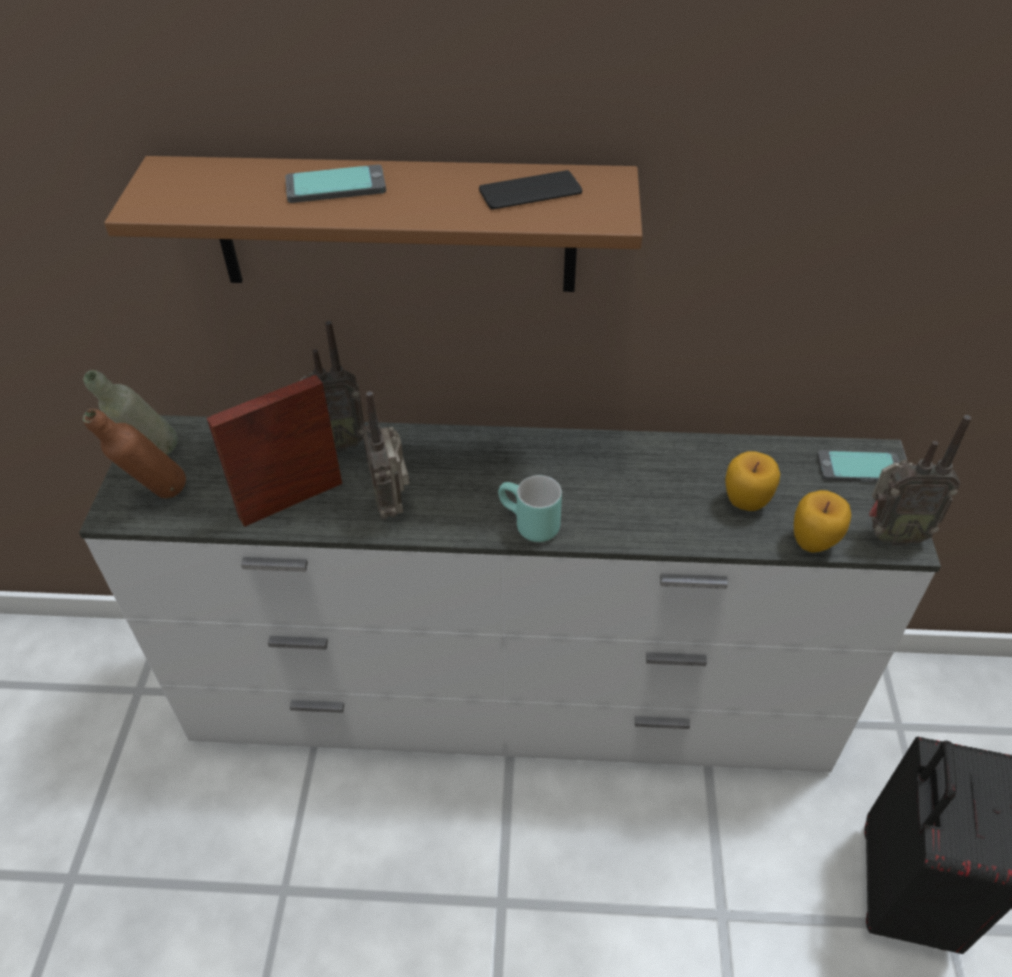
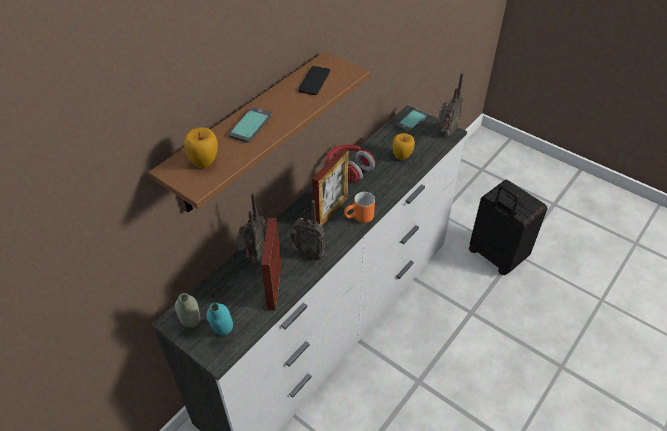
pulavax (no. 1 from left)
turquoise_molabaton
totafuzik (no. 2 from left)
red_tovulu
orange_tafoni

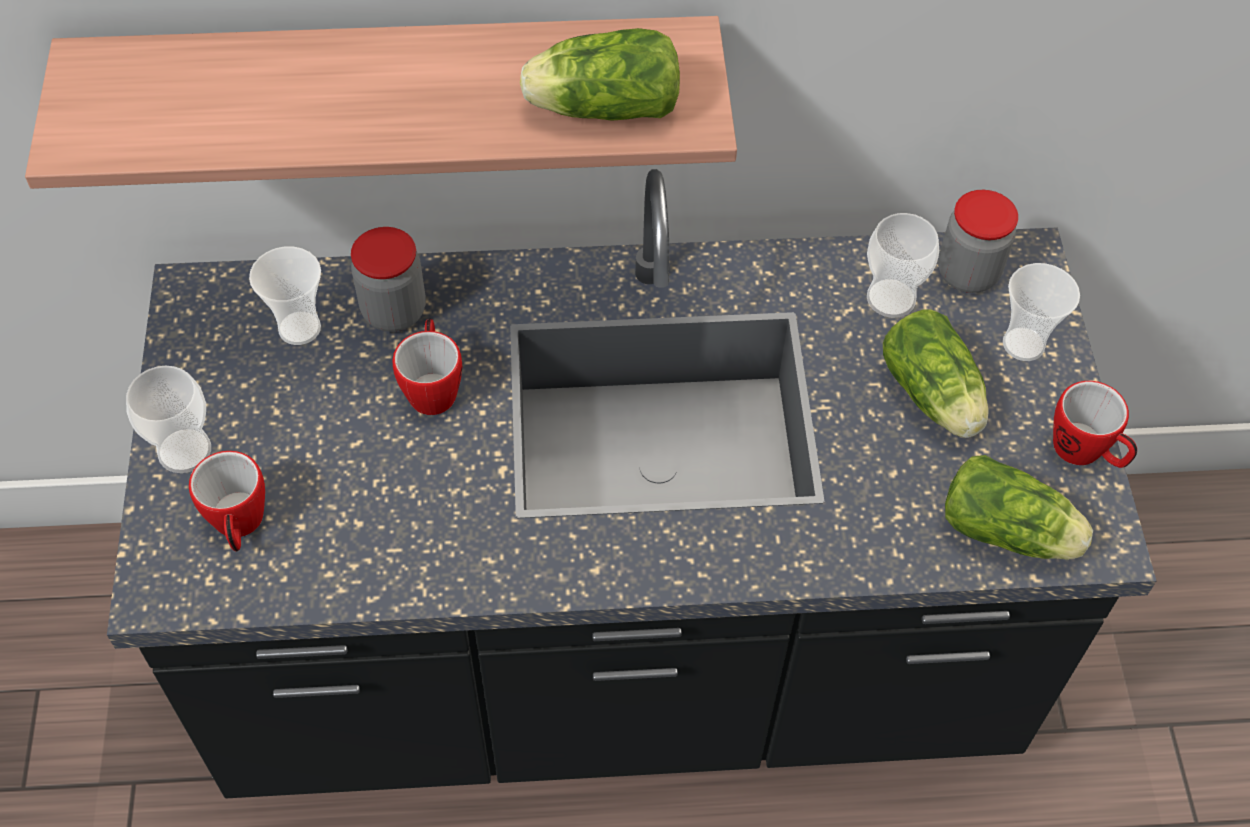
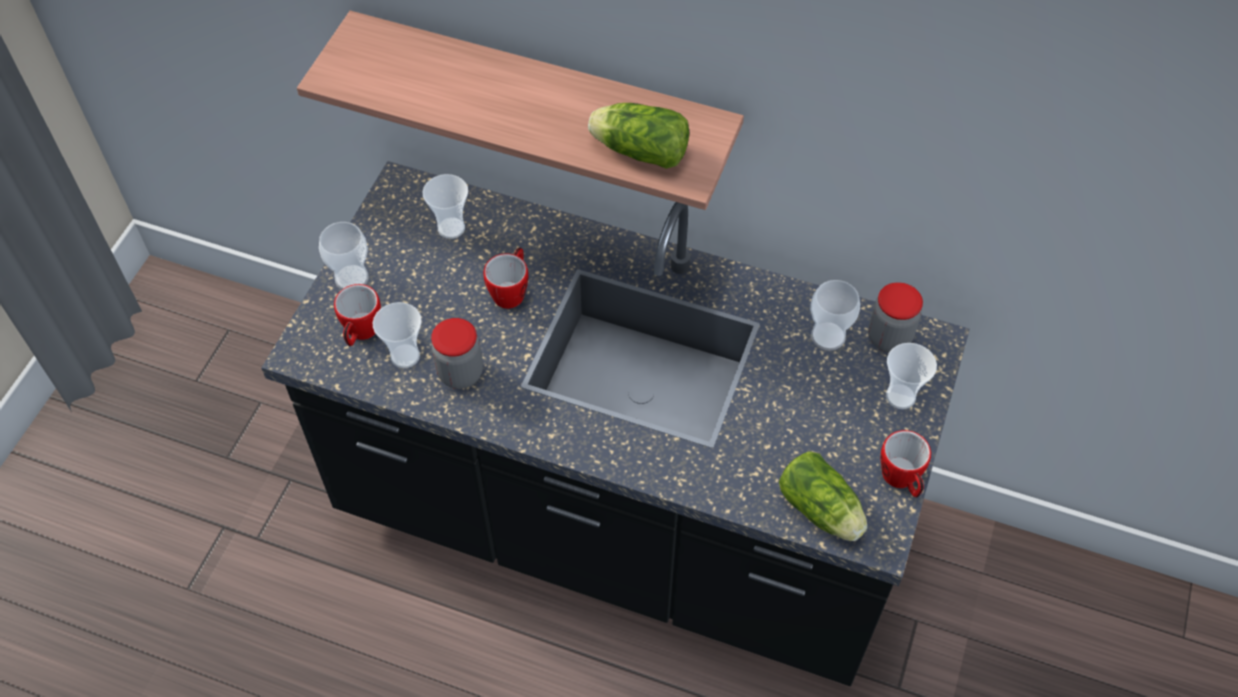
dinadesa (no. 2 from left)
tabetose (no. 1 from left)
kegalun (no. 2 from left in the first image)

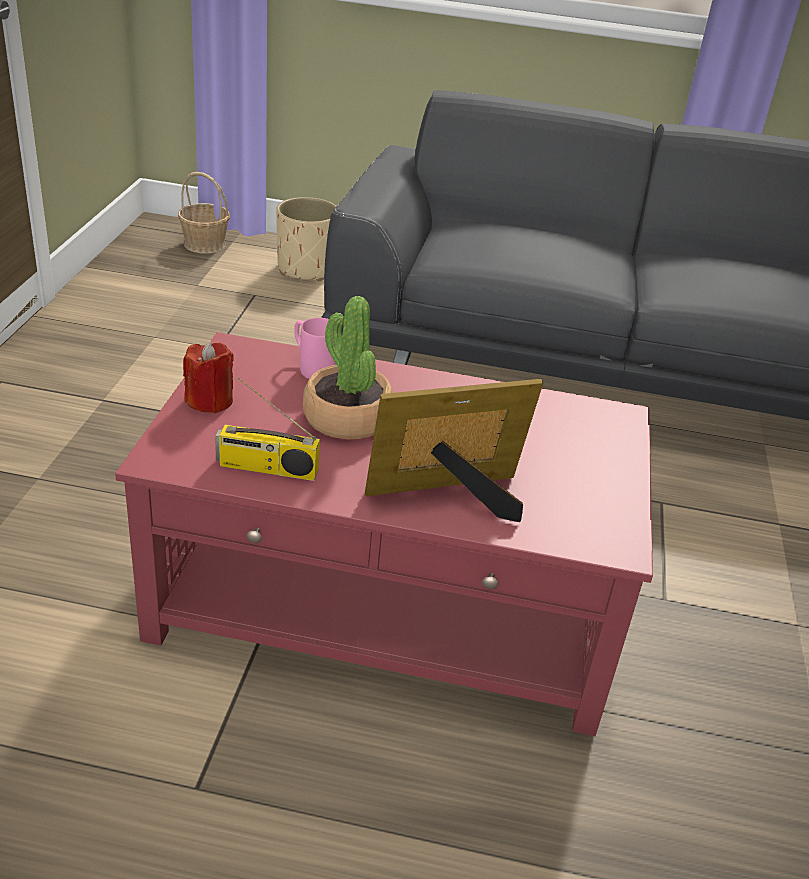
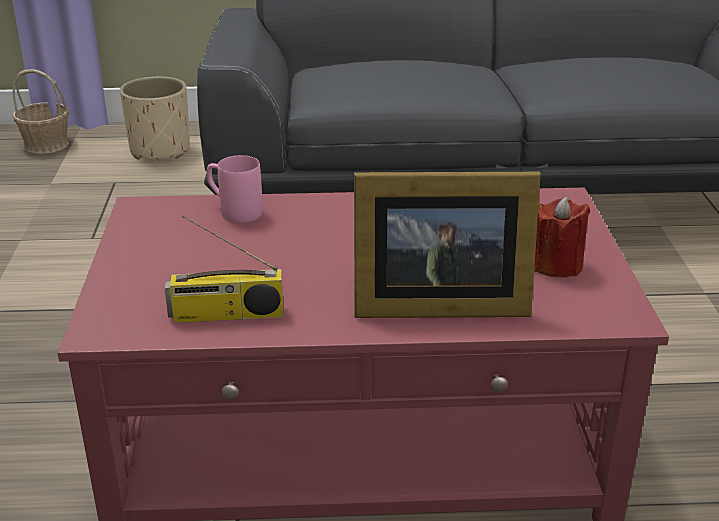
totafuzik
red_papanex
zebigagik

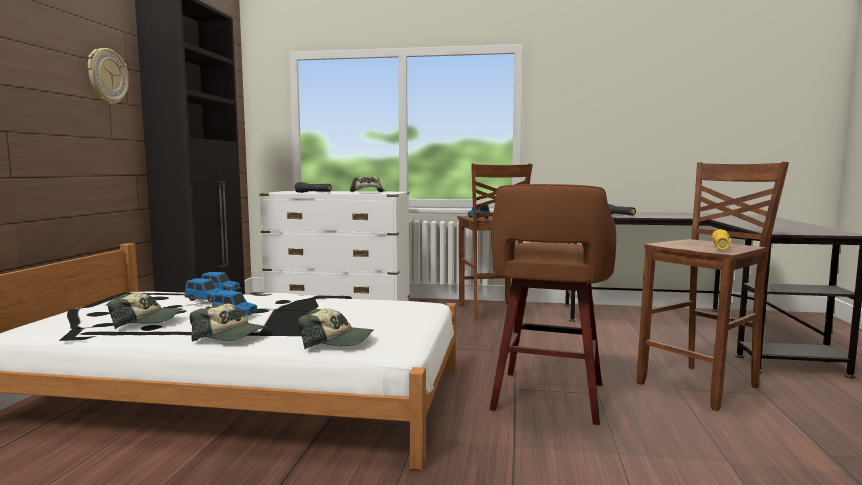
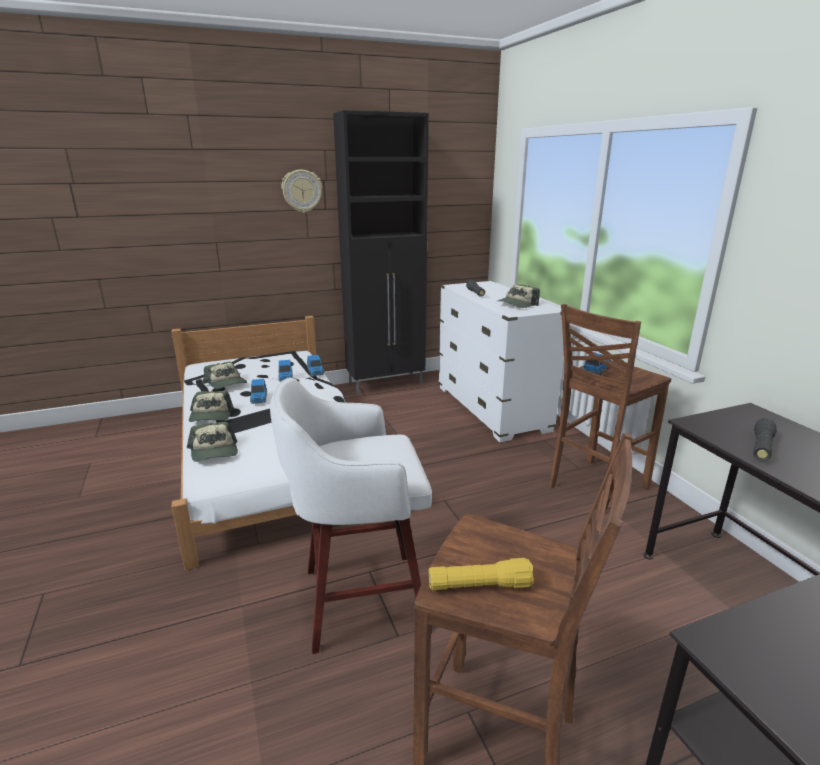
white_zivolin

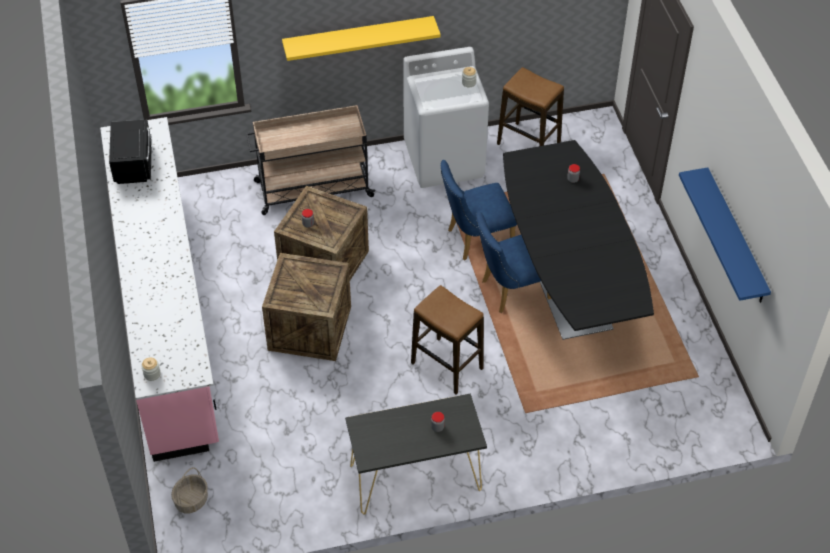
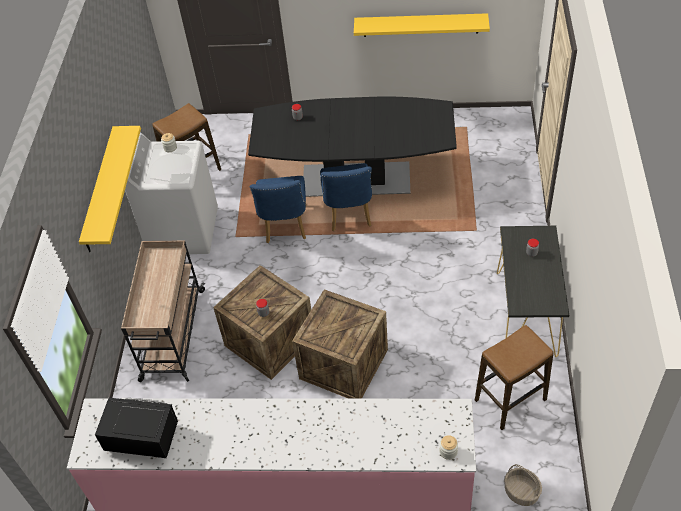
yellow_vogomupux (no. 2 from left)
zivolin (no. 2 from left)

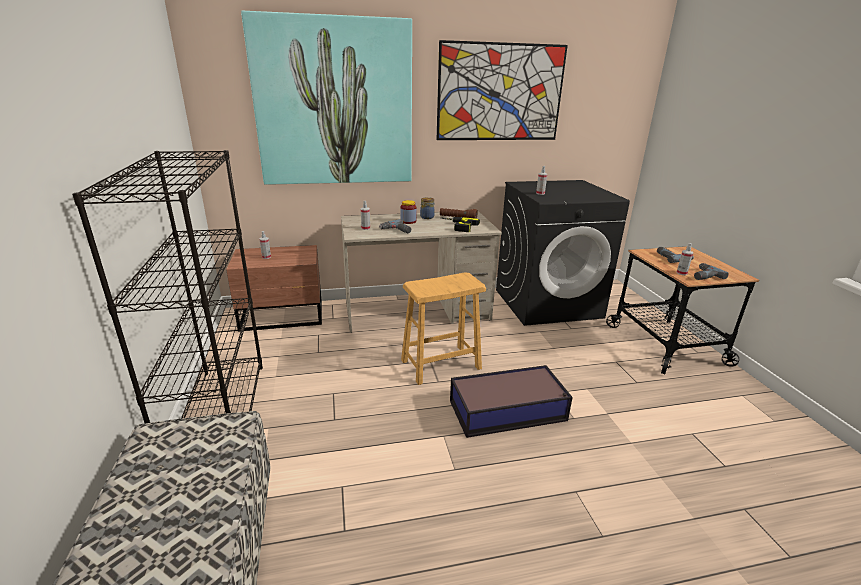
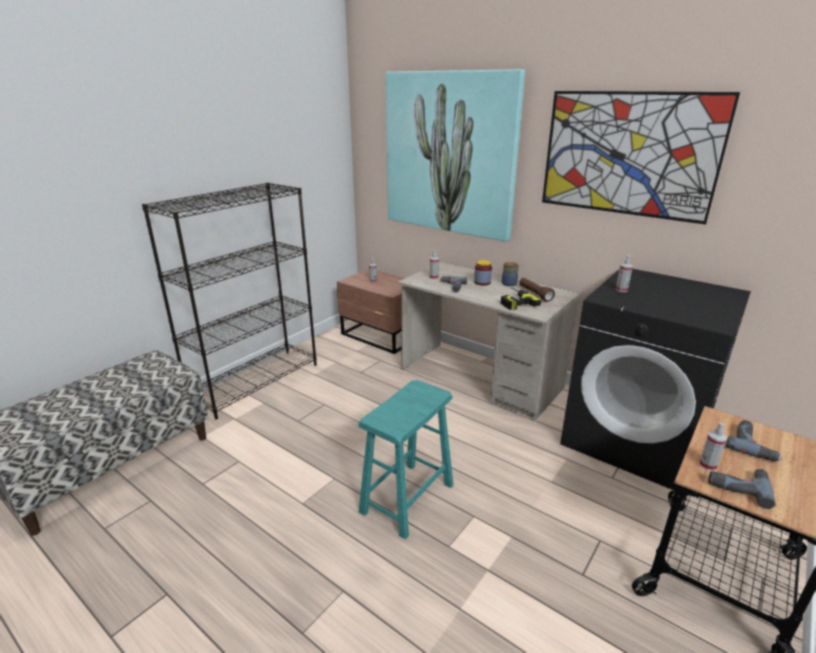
turquoise_zivolin
brown_zivolin

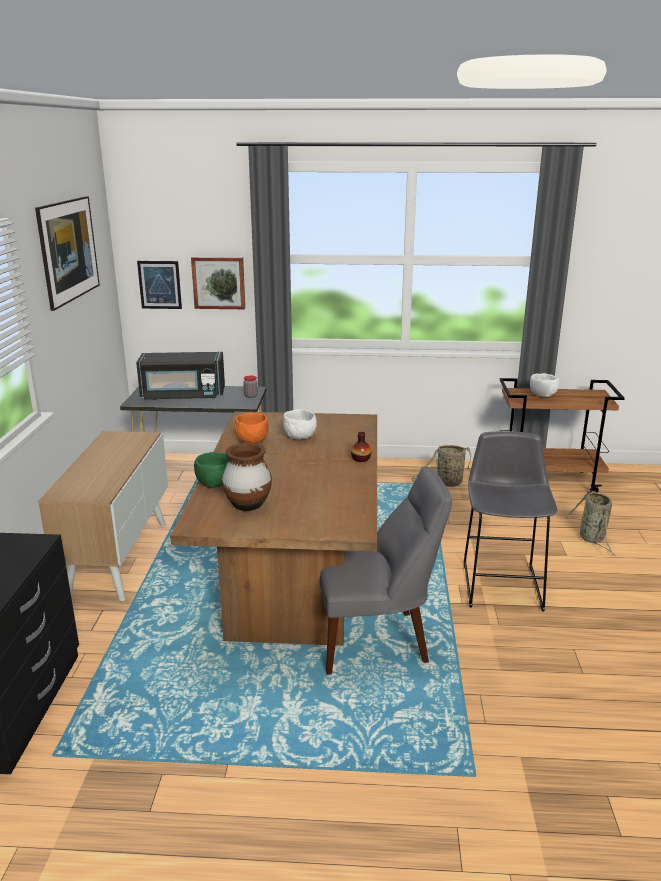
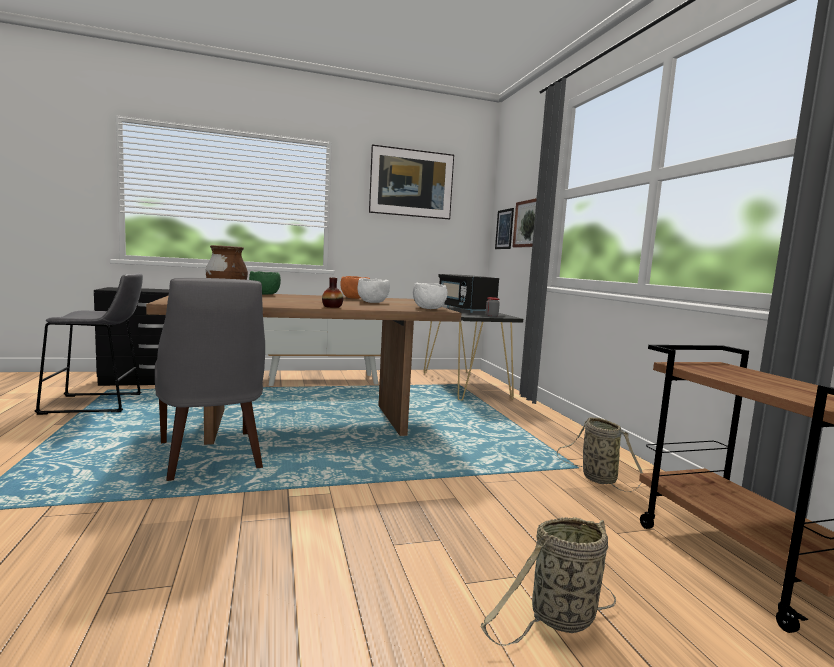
grey_zivolin
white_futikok (no. 2 from left)

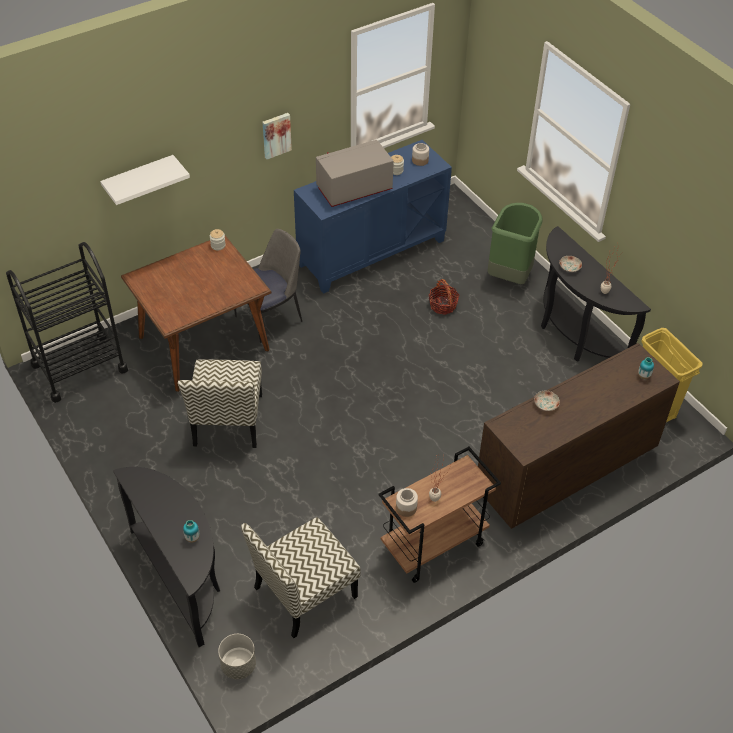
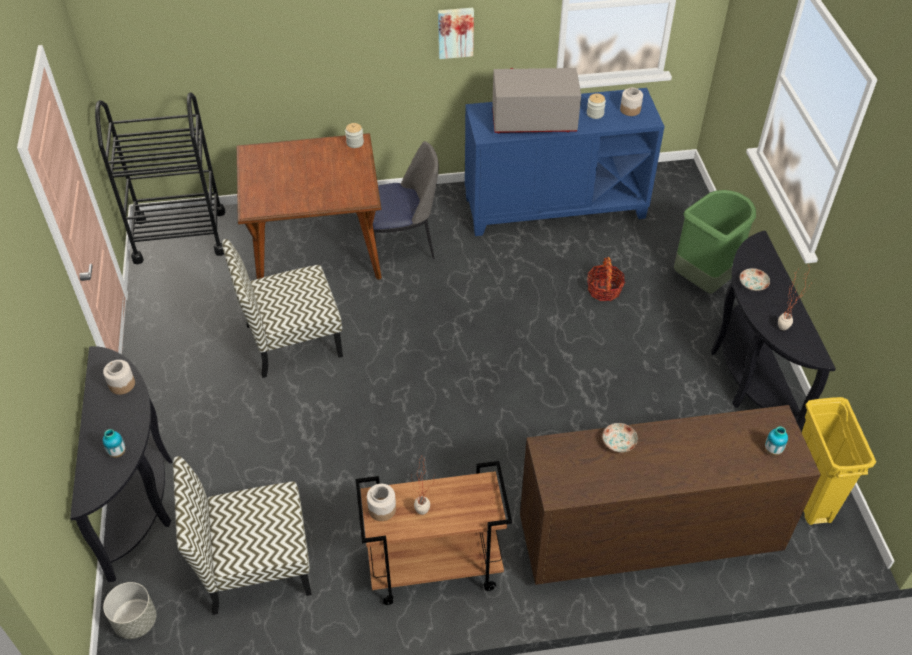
tabetose (no. 1 from left)
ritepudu (no. 2 from left)
white_vogomupux

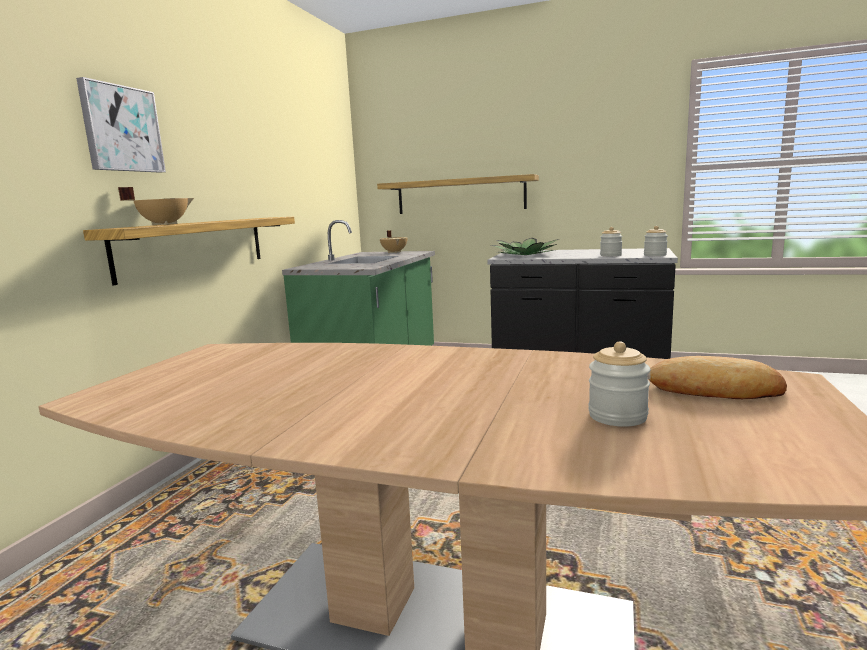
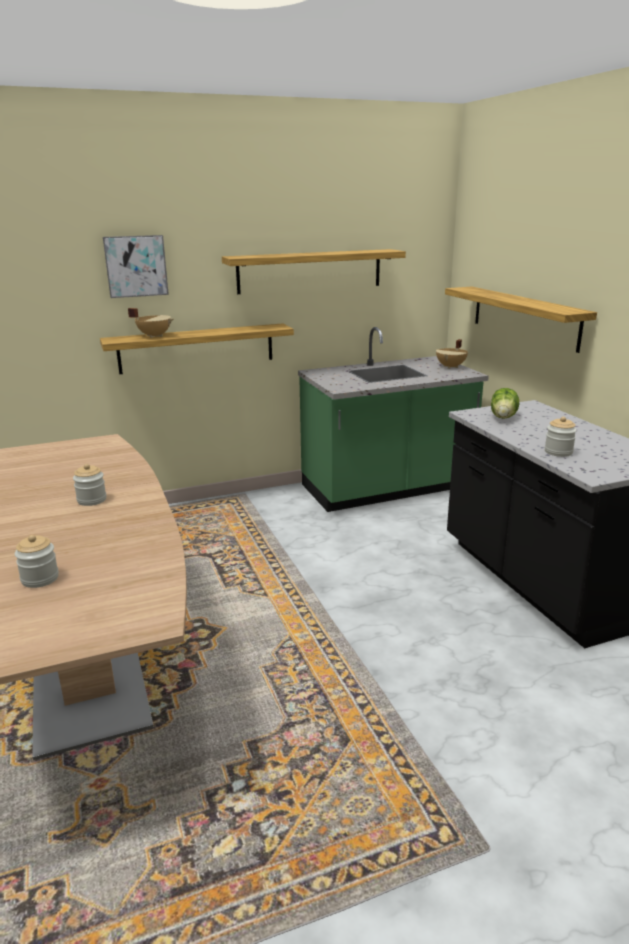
tabetose (no. 2 from left)
vogomupux (no. 2 from left)
kegalun
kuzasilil

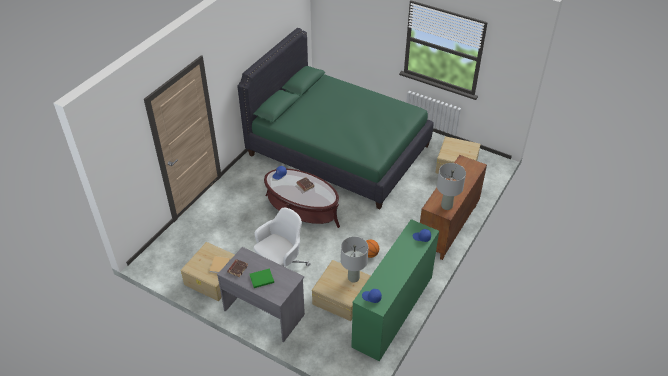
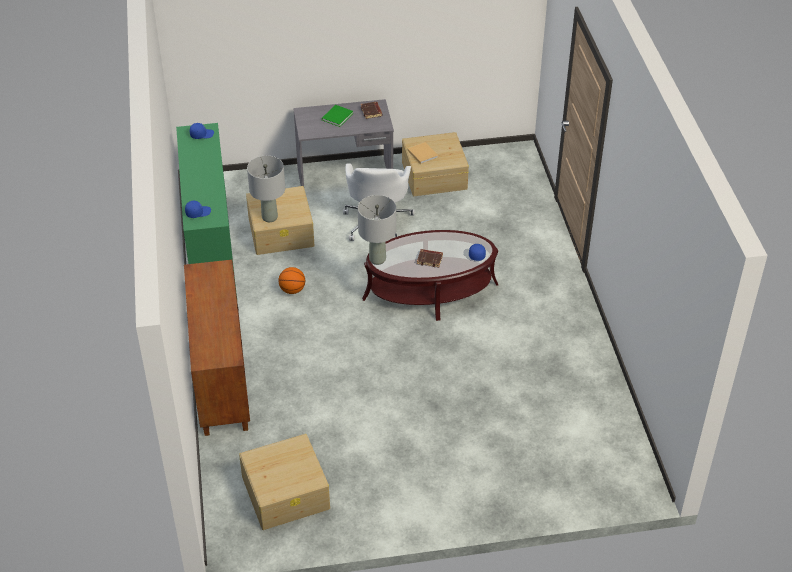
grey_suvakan (no. 2 from left)
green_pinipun

